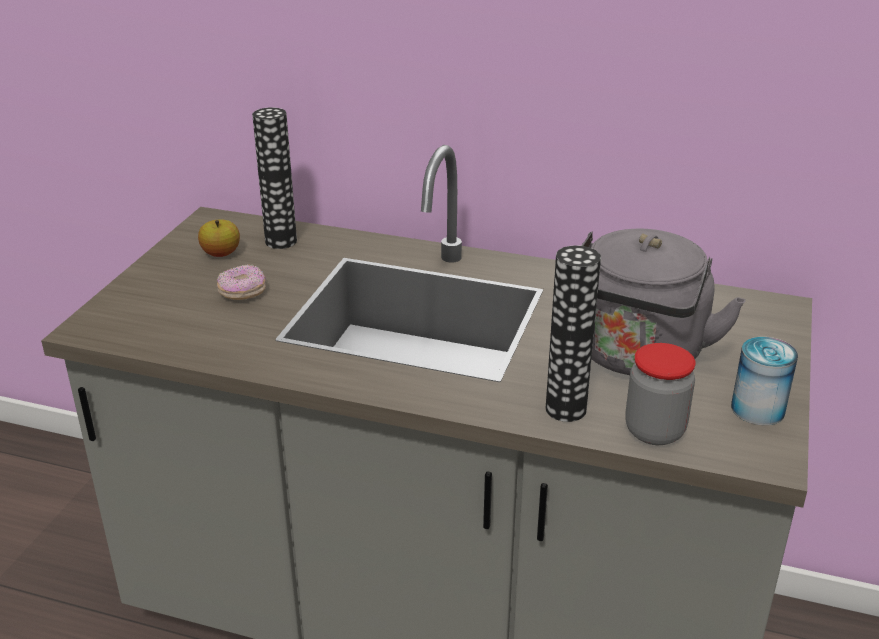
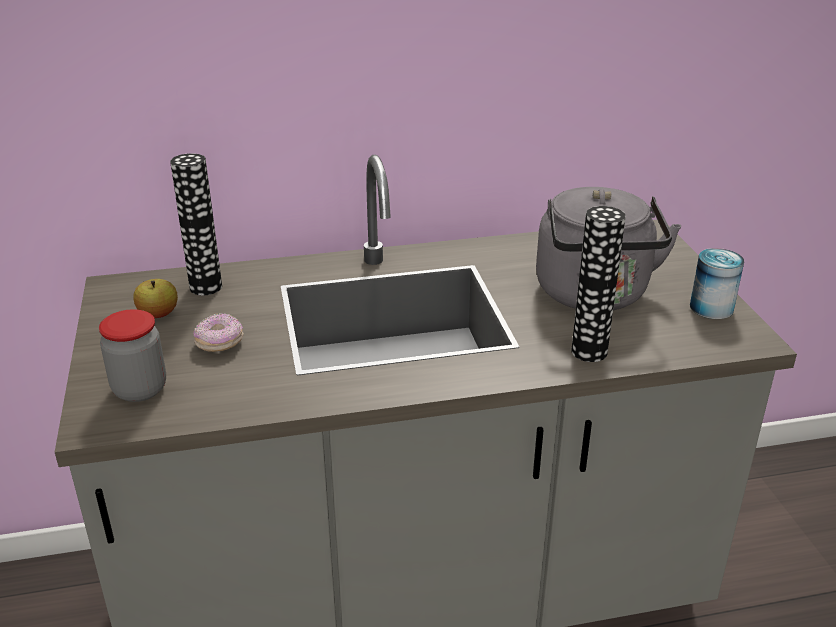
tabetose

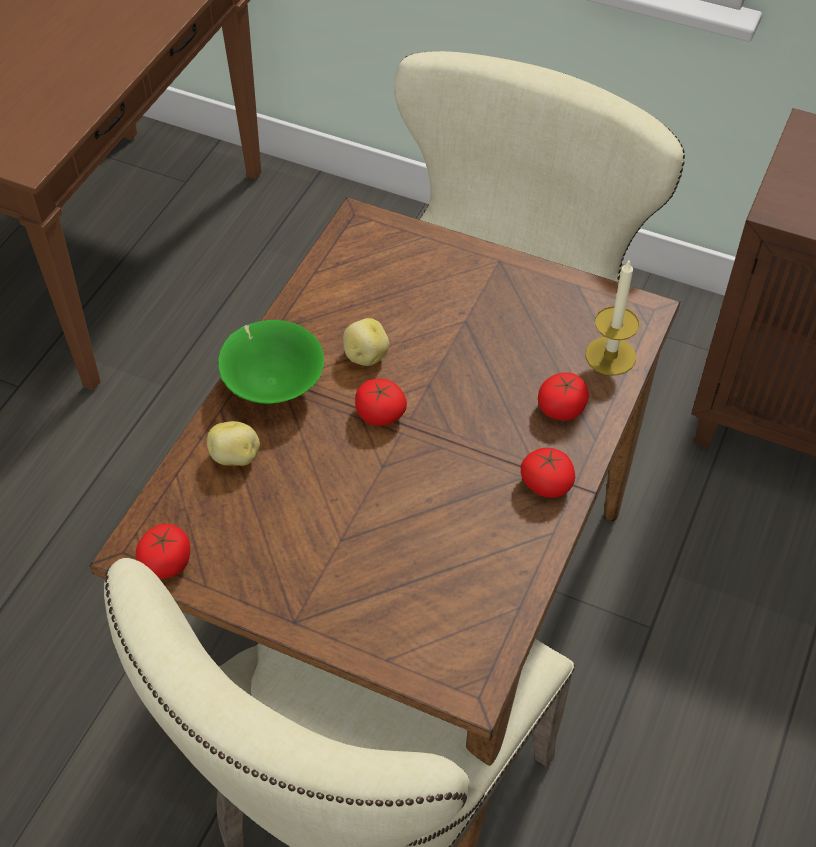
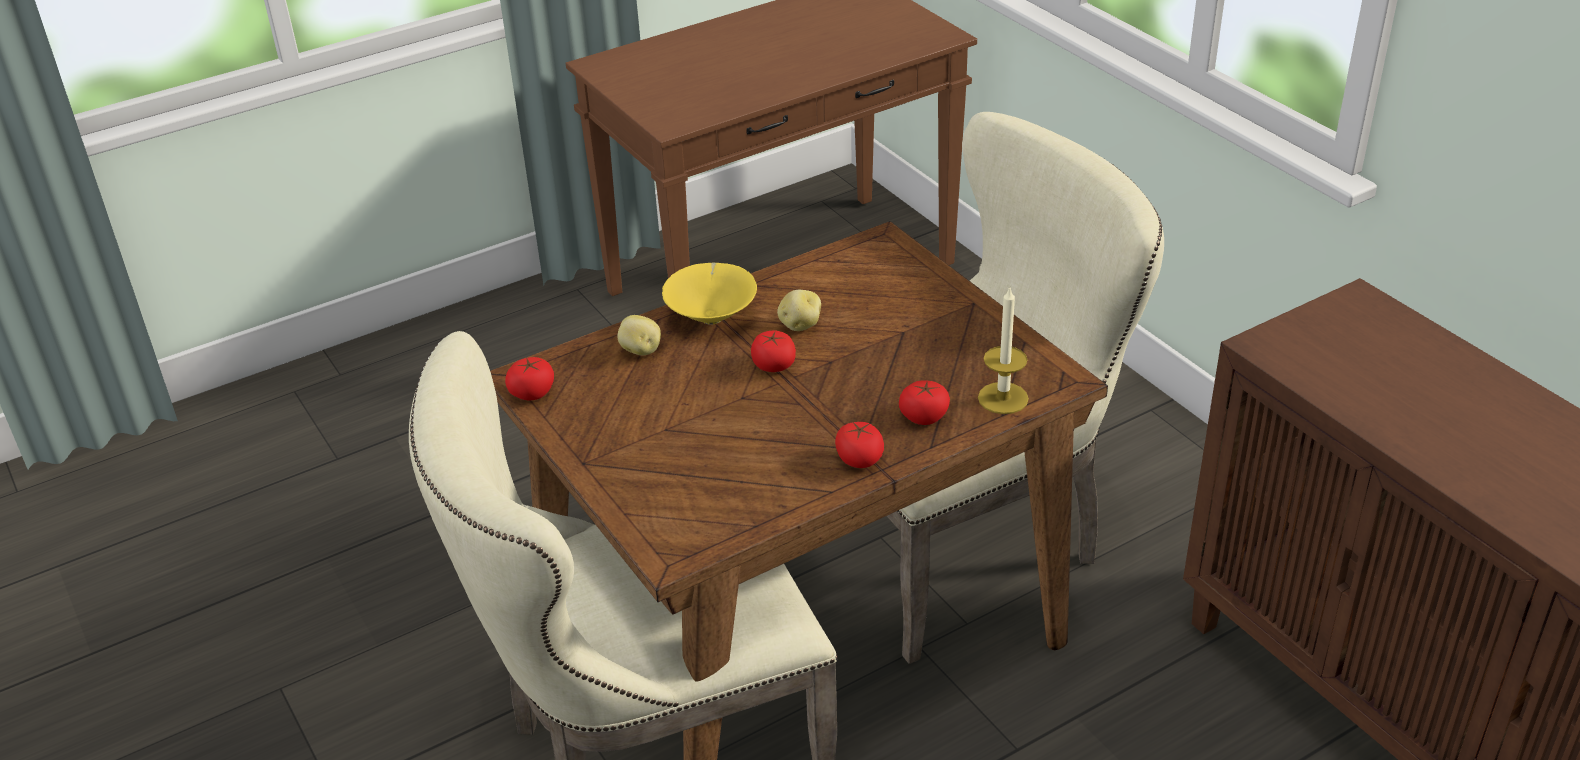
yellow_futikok

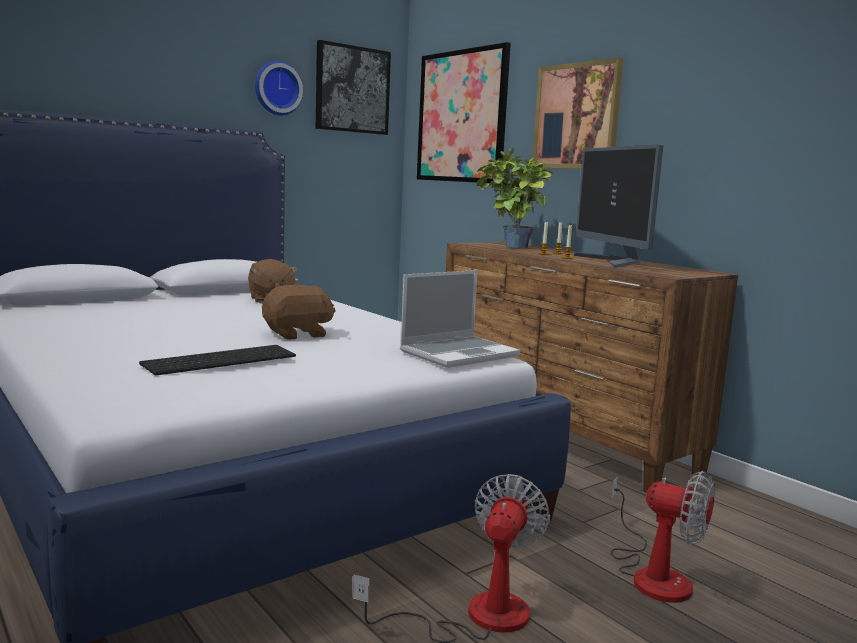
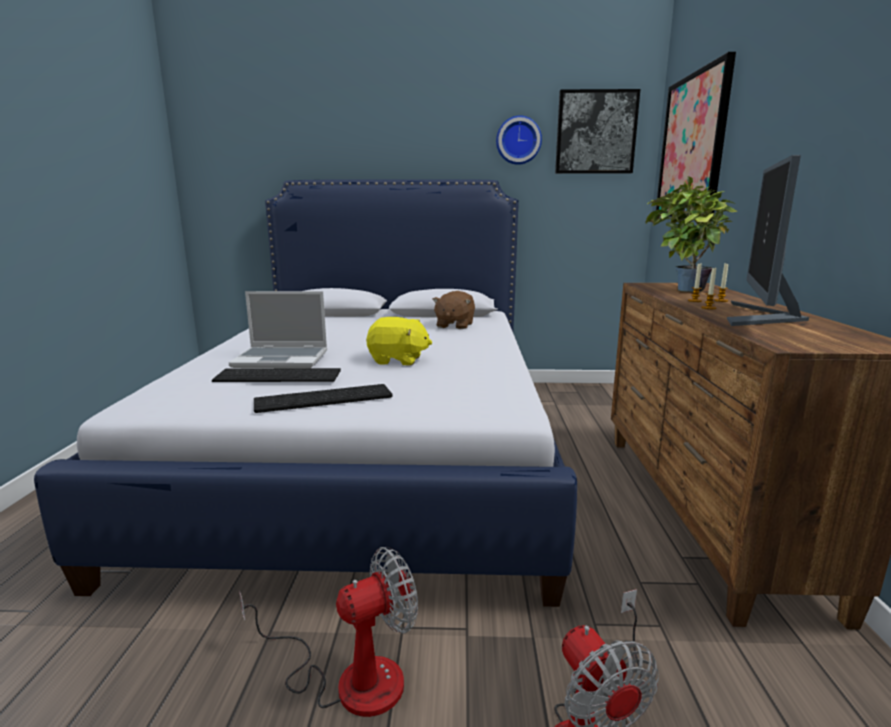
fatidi
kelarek (no. 2 from left)
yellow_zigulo
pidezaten (no. 3 from left in the first image)

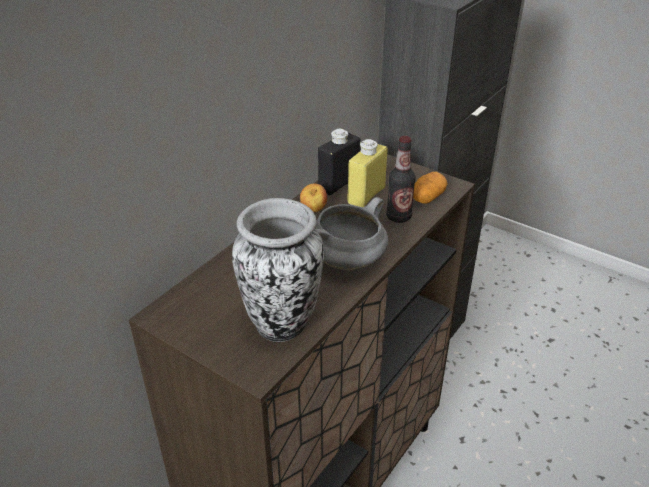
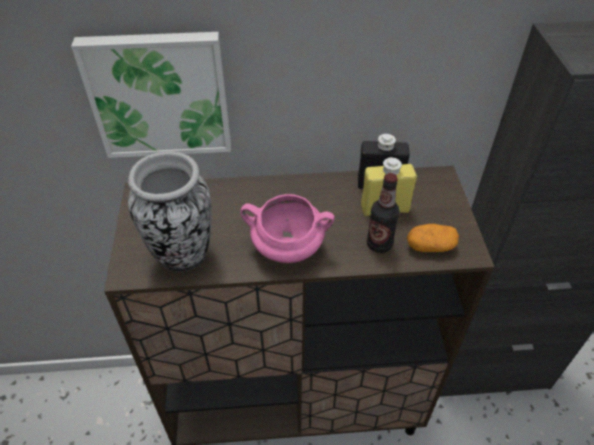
pidezaten
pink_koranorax
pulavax

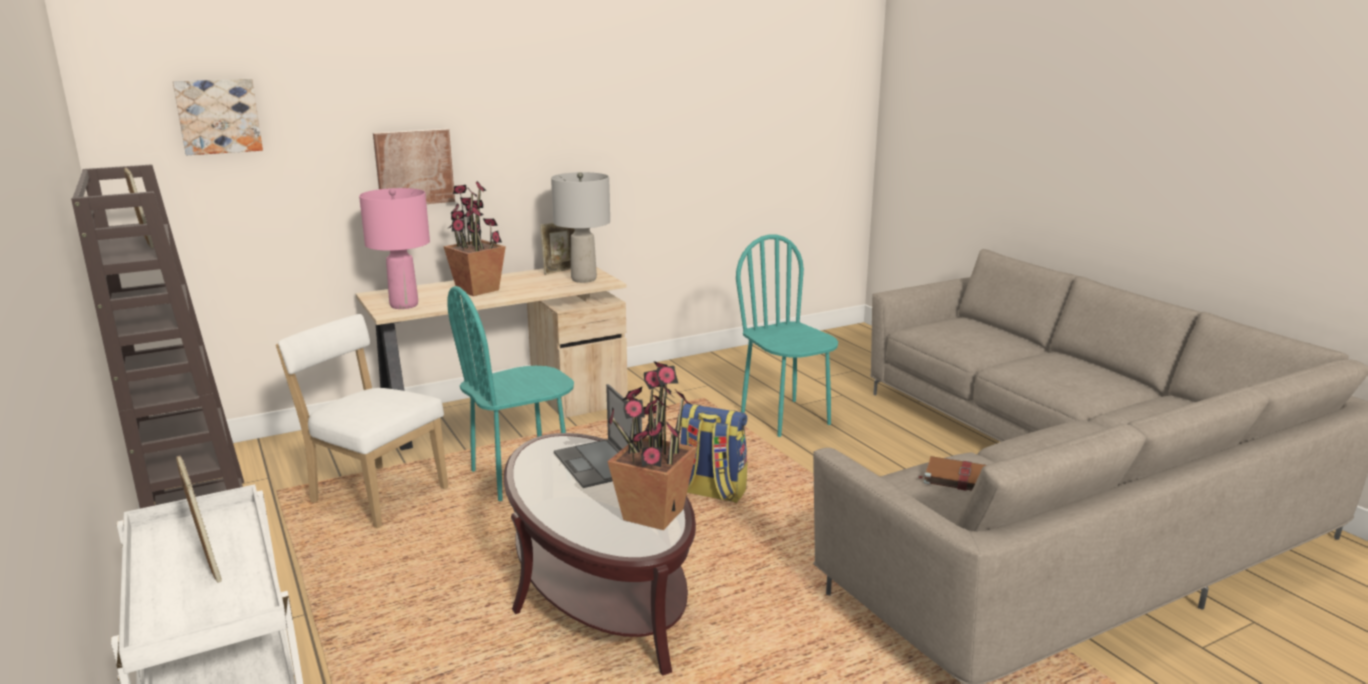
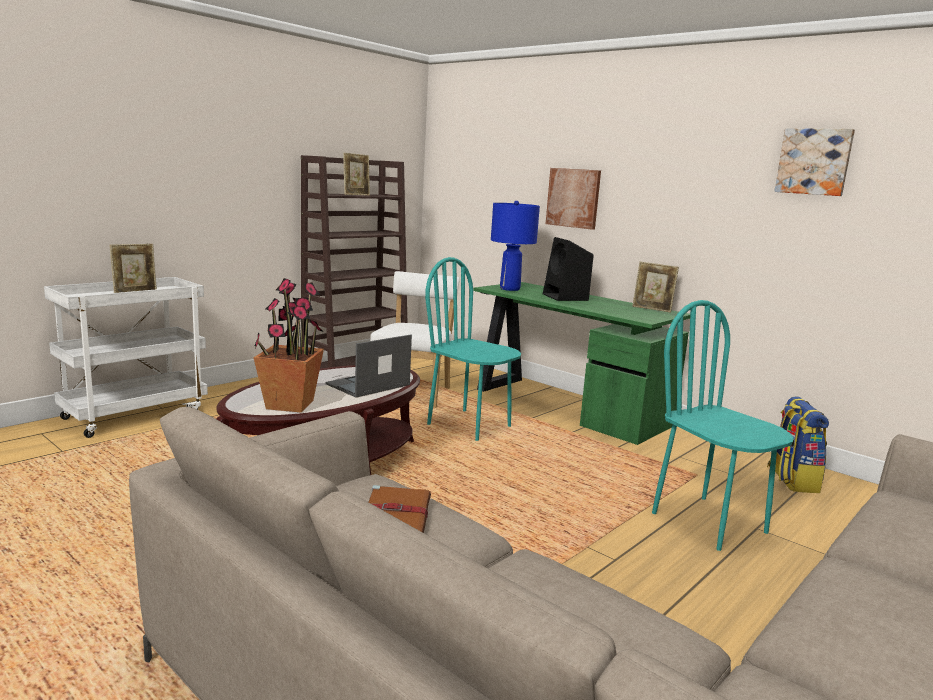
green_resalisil
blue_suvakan
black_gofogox
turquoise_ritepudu (no. 2 from left)
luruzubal
pidezaten (no. 2 from left)
grey_suvakan

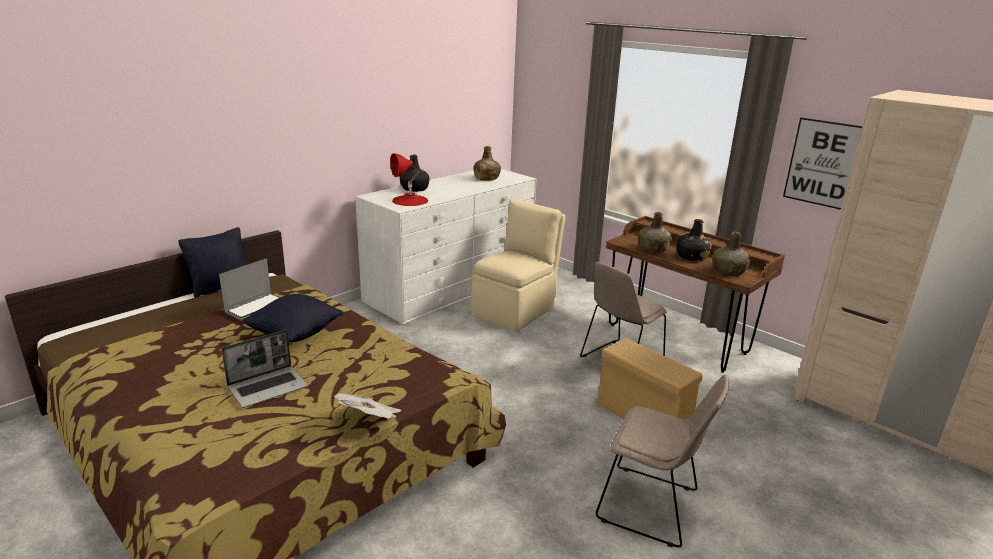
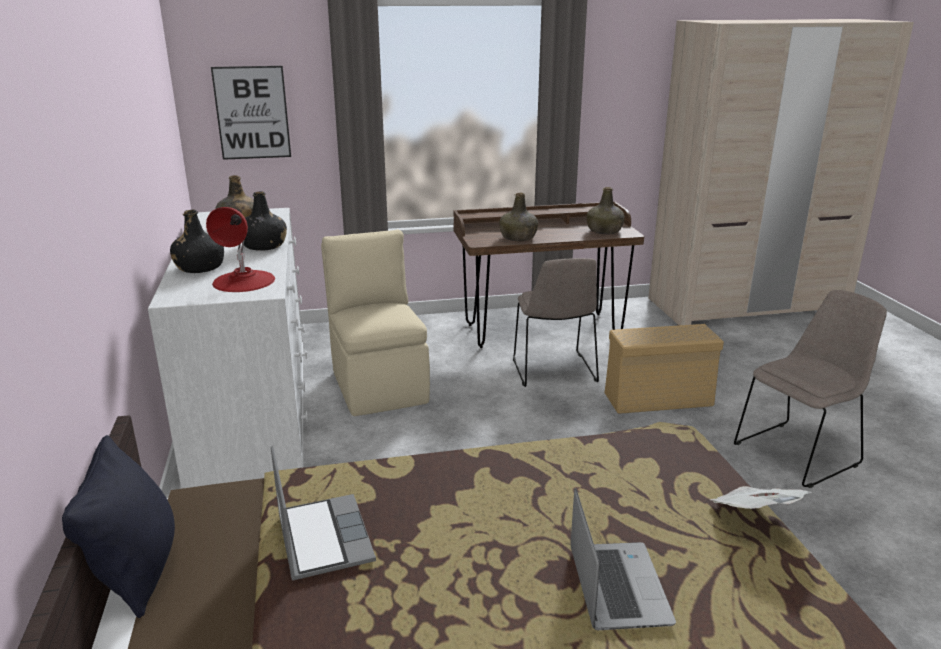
pidezaten
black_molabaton (no. 2 from left)
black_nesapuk (no. 2 from left in the first image)

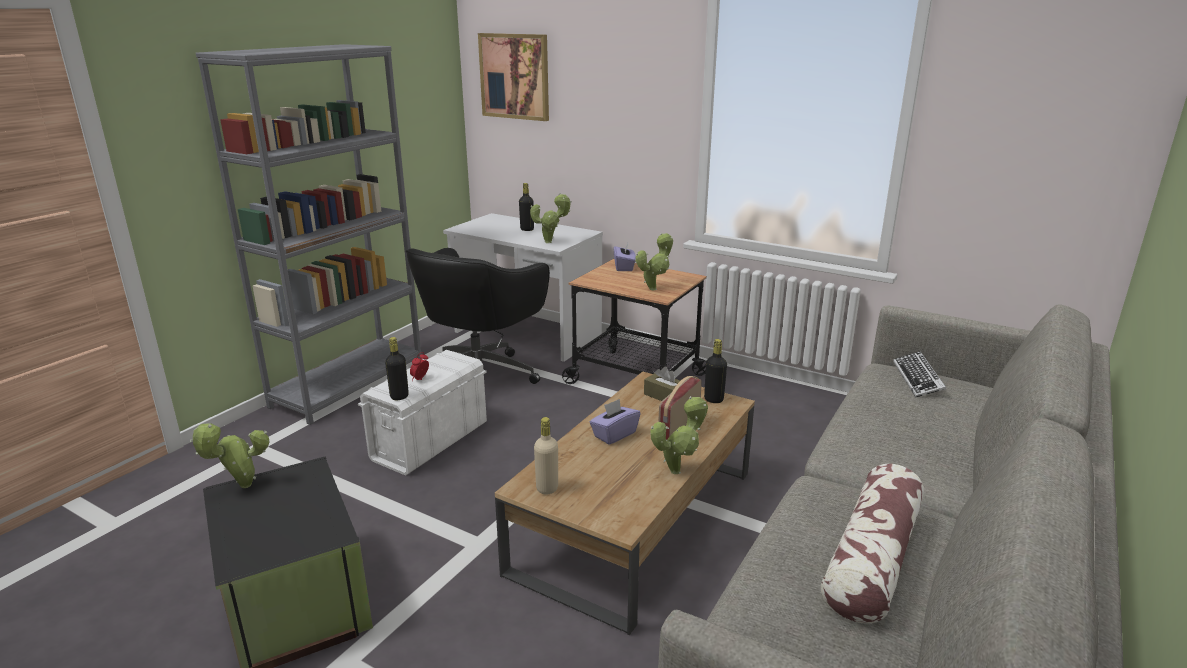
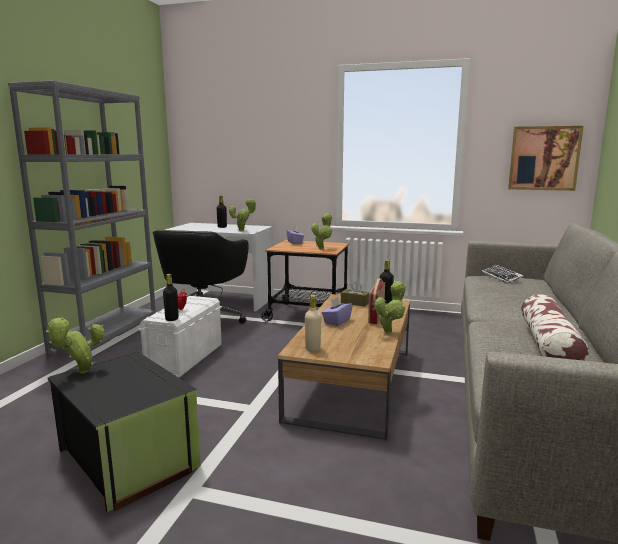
pidezaten

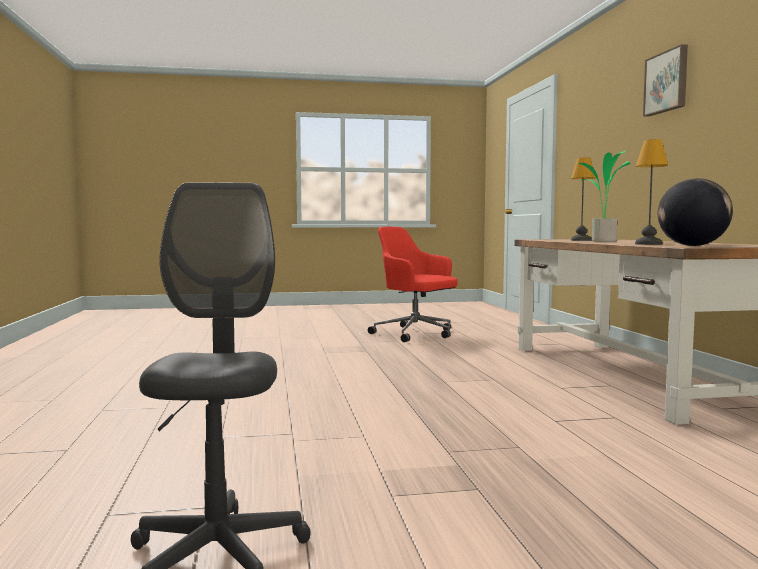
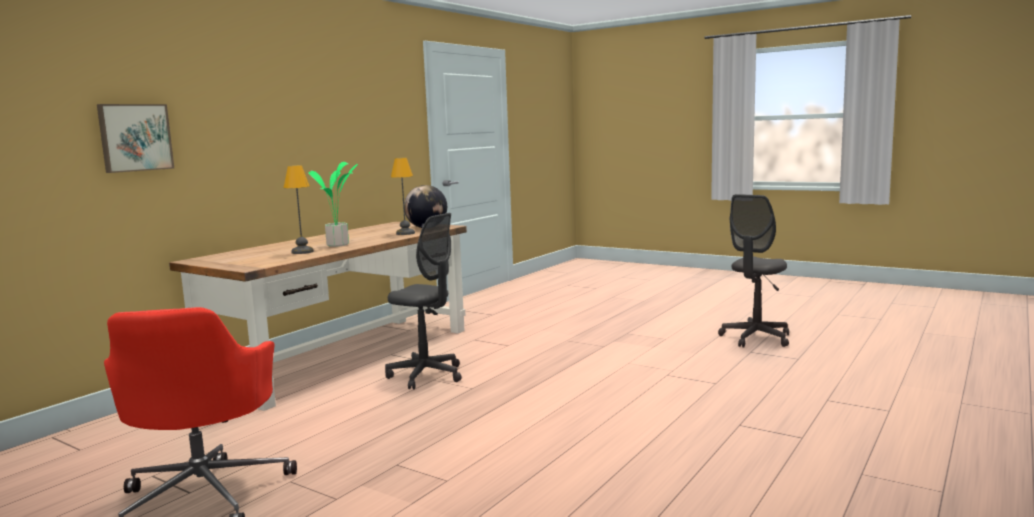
pidezaten
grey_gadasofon (no. 1 from left)

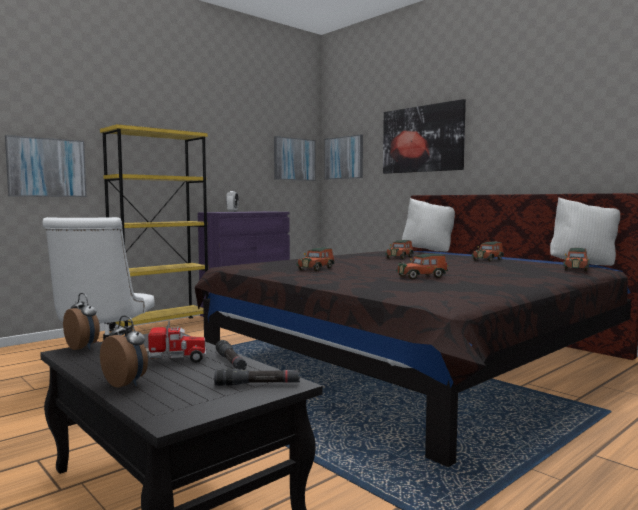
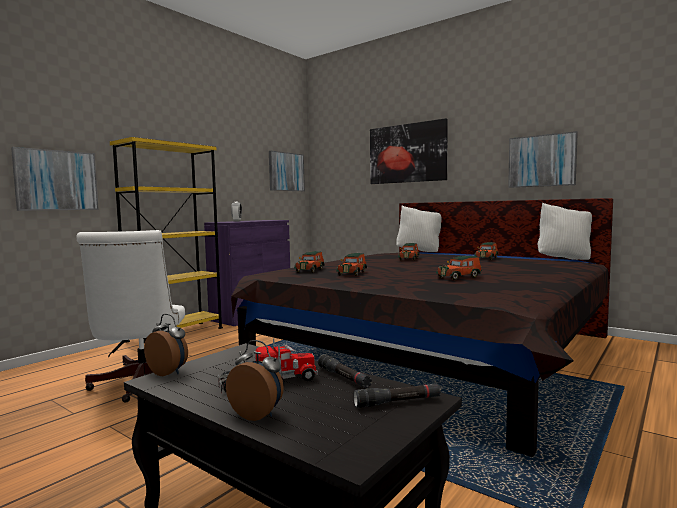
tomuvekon (no. 1 from left)
pidezaten (no. 4 from left)

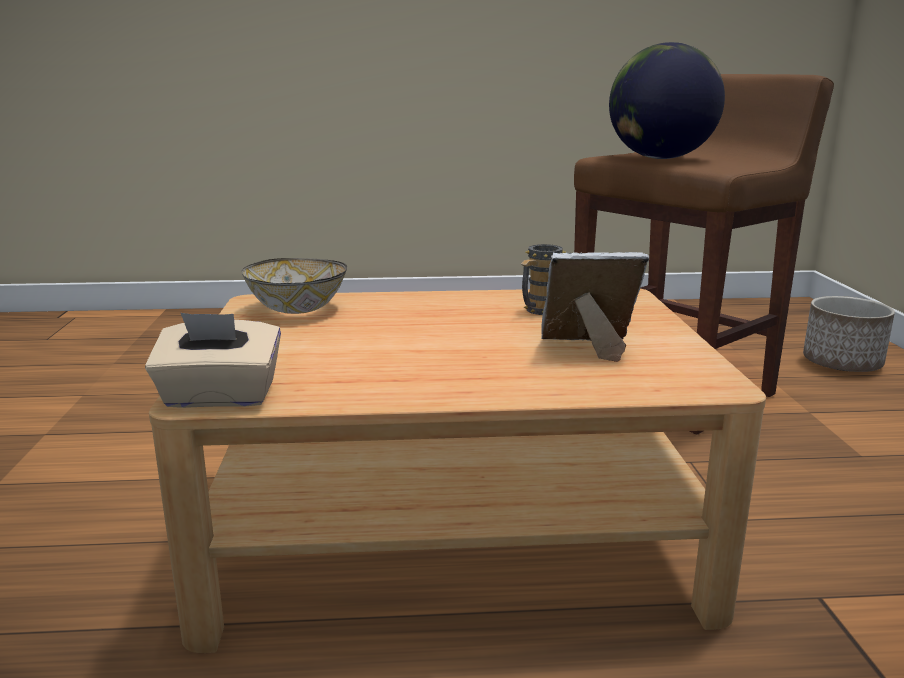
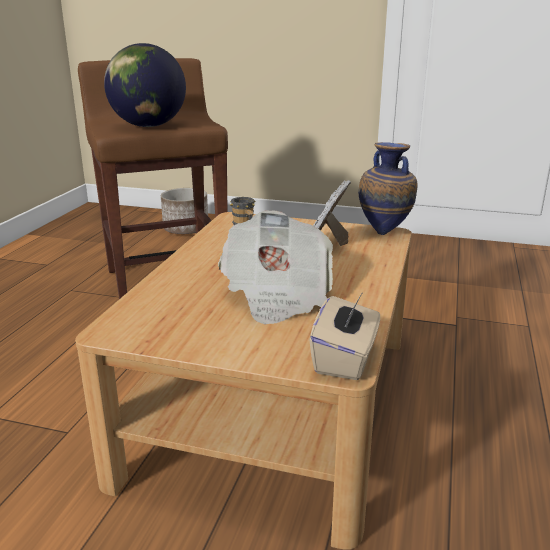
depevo
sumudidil
futikok

